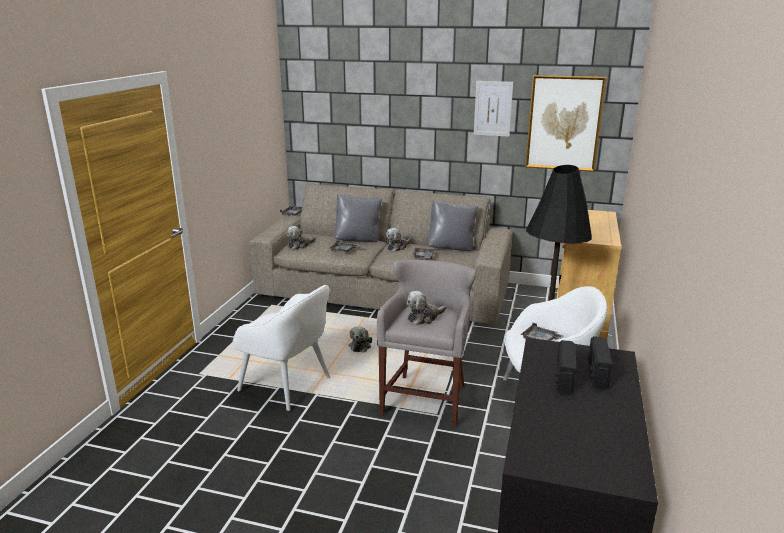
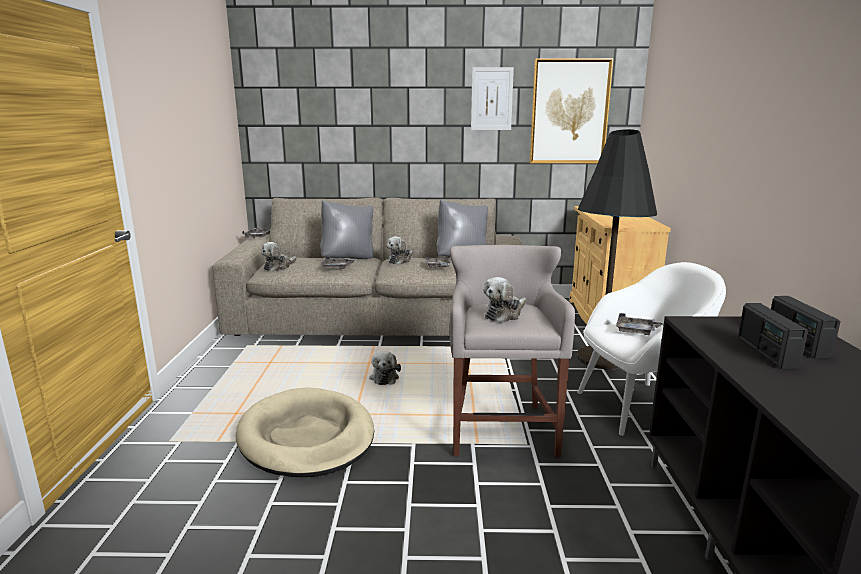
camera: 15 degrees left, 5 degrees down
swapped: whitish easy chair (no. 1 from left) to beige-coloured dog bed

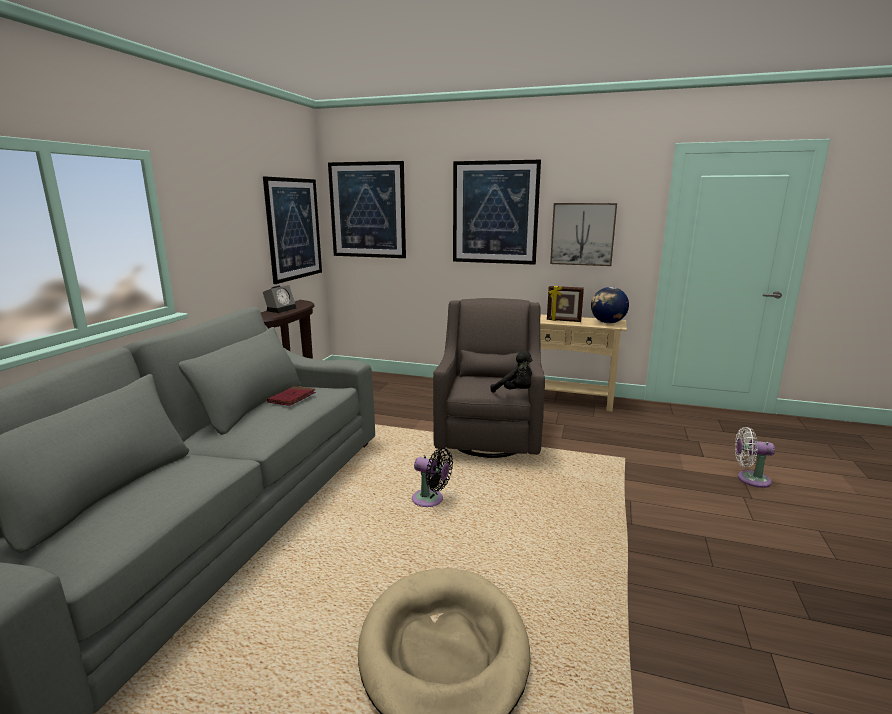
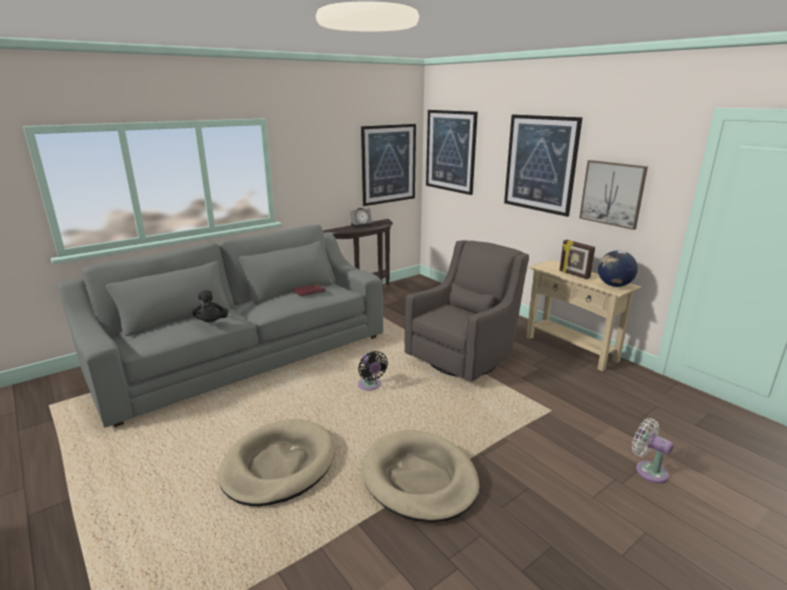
camera: 35 degrees right, 5 degrees up
new: beige-coloured dog bed (no. 2 from left)
shifted: black-coloured soft toy

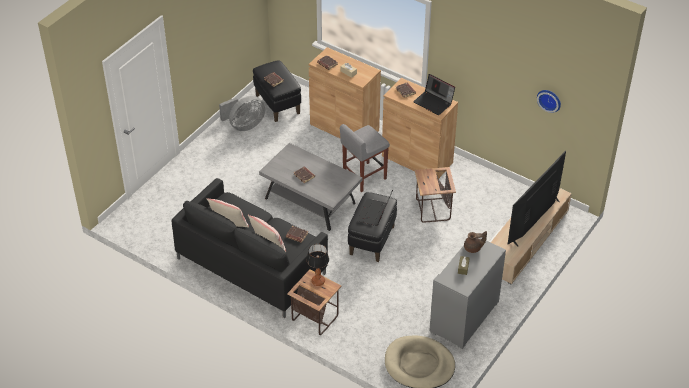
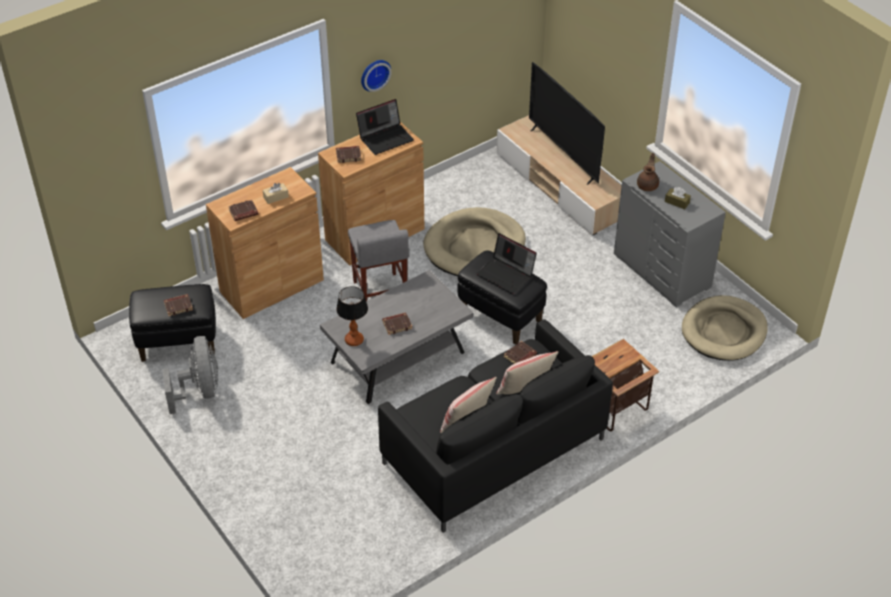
camera: 70 degrees left, 0 degrees up
shifted: clock on the wall; lamp for a table
swapped: side table (no. 2 from left) to beige-coloured dog bed (no. 1 from left)

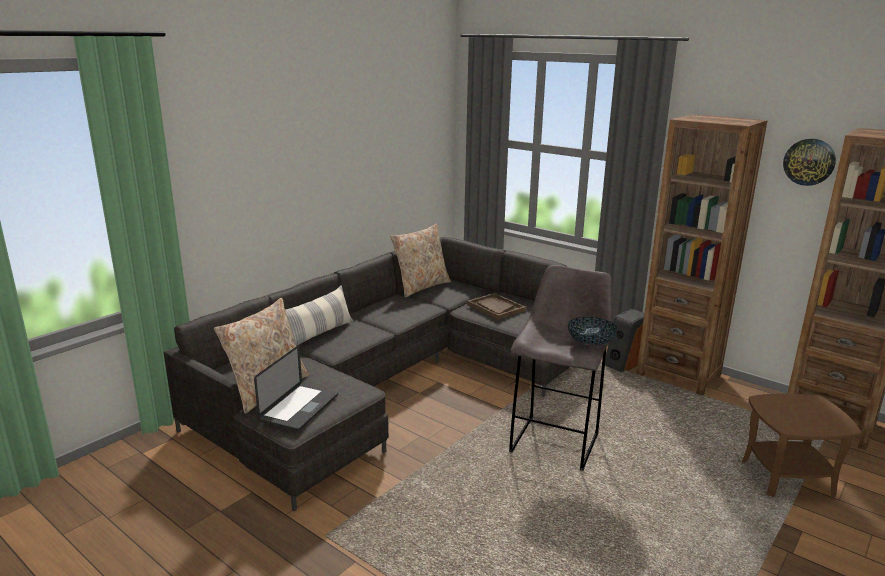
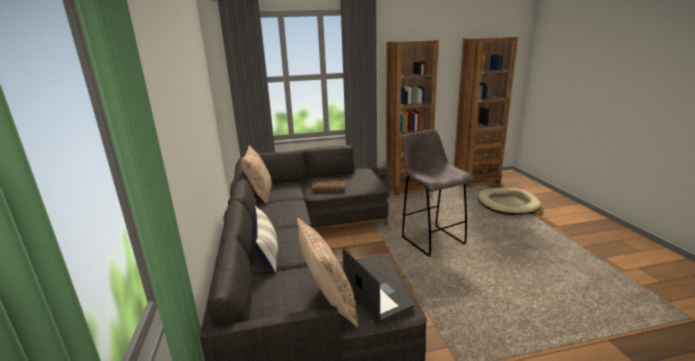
camera: 50 degrees left, 0 degrees up
gone: clock on the wall; serving bowl
swapped: brown side table to beige-coloured dog bed

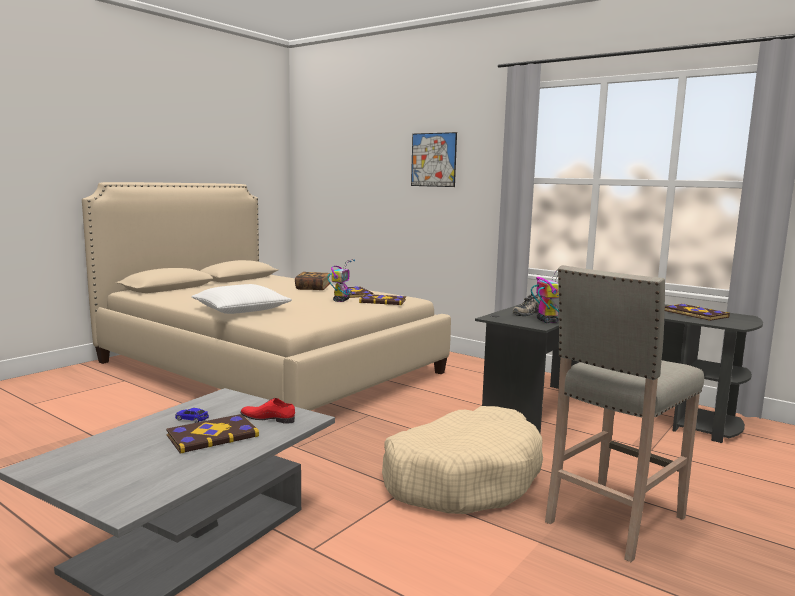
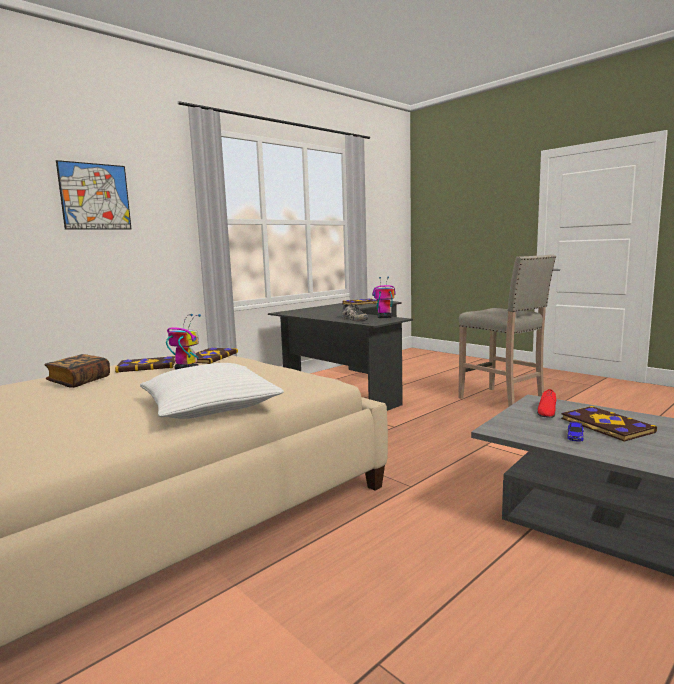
camera: 80 degrees left, 0 degrees up
gone: beige-coloured dog bed

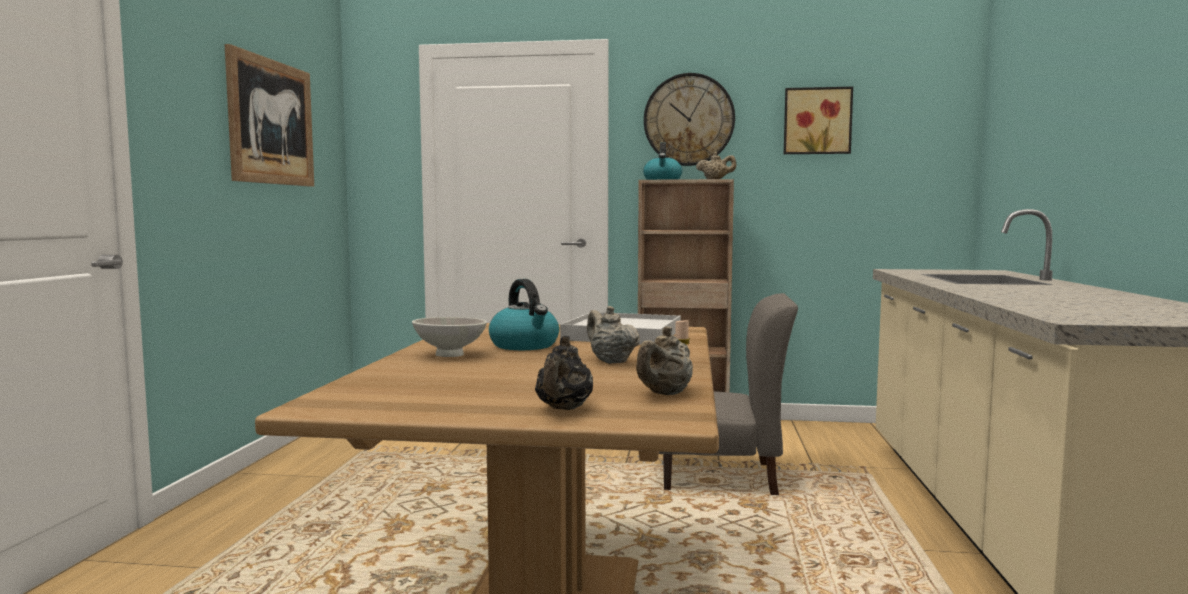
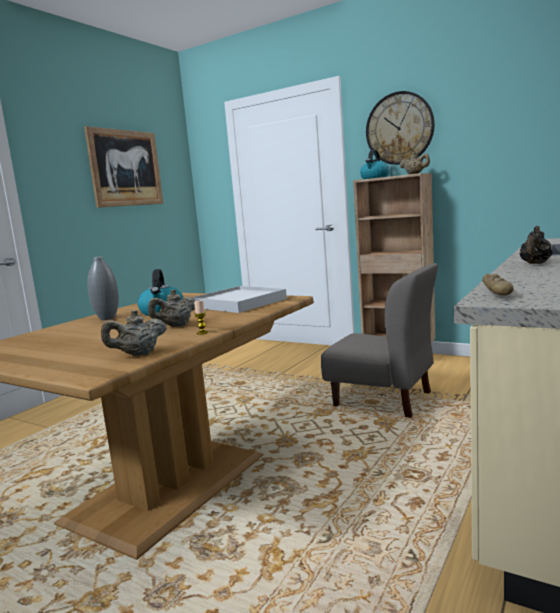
camera: 25 degrees right, 5 degrees up
gone: wall picture (no. 2 from left)
new: bakery bread
shifted: black-coloured tea pot
swapped: whitish serving bowl to greyish flower vase
rotated: beige-coloured tea pot (no. 1 from left in the first image) 120 degrees counterclockwise

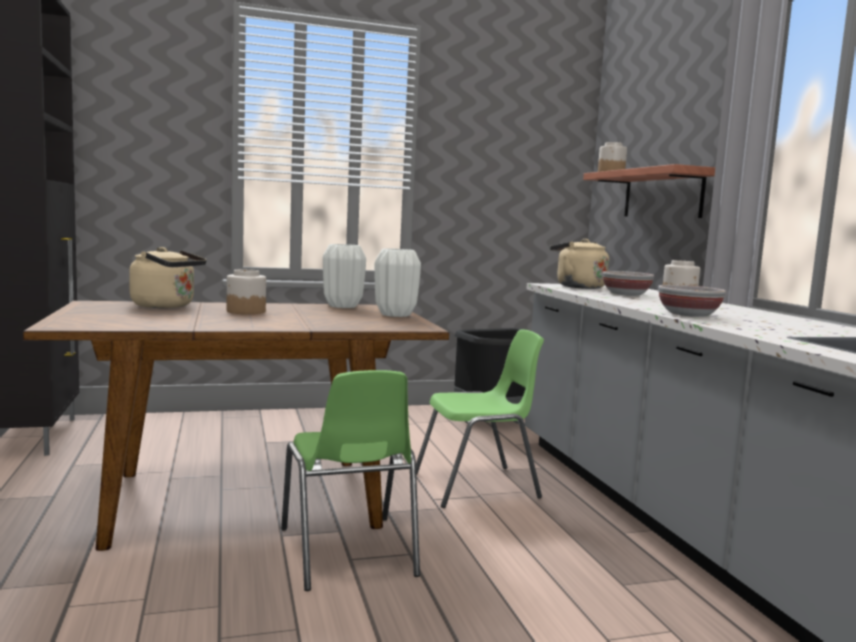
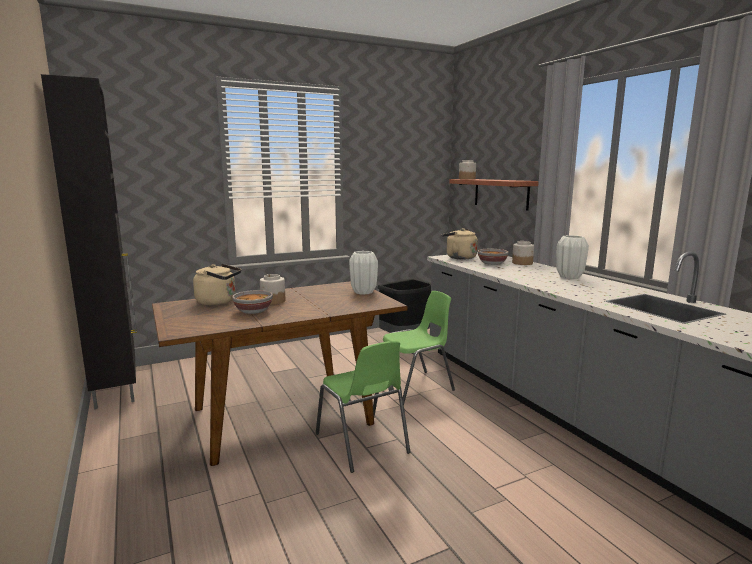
camera: 10 degrees left, 5 degrees up
shifted: whitish flower vase (no. 1 from left in the first image) to whitish flower vase (no. 2 from left); serving bowl (no. 2 from left in the first image) to serving bowl (no. 1 from left)

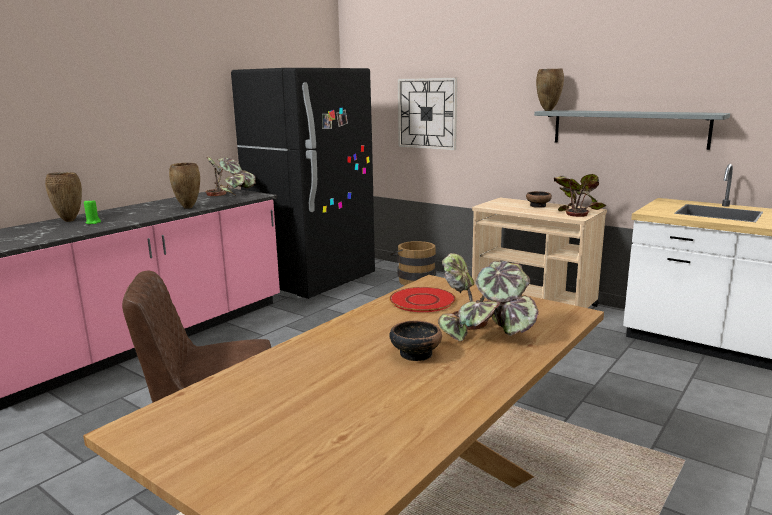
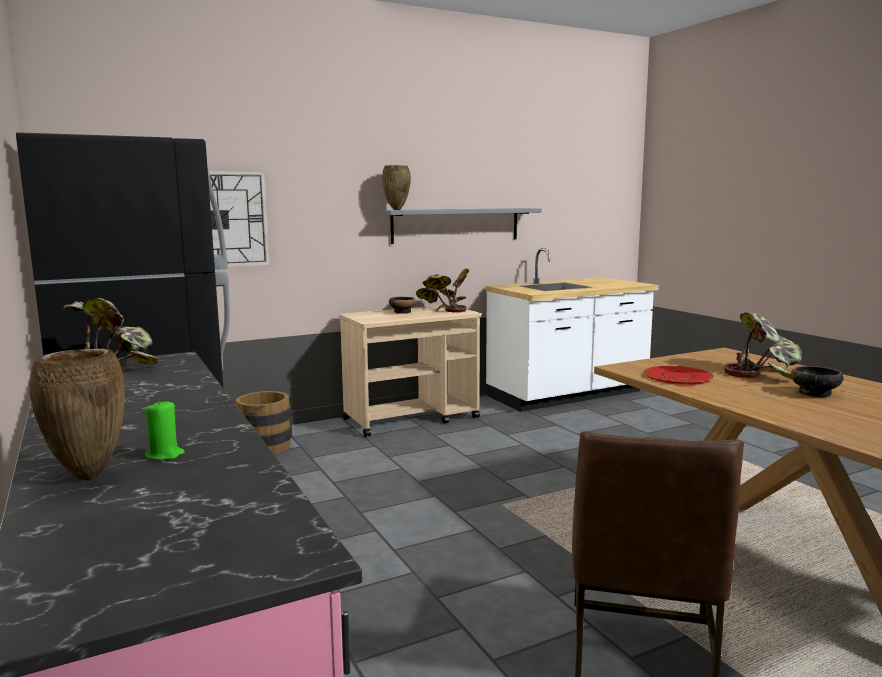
camera: 65 degrees left, 5 degrees down
gone: brown flower vase (no. 2 from left)

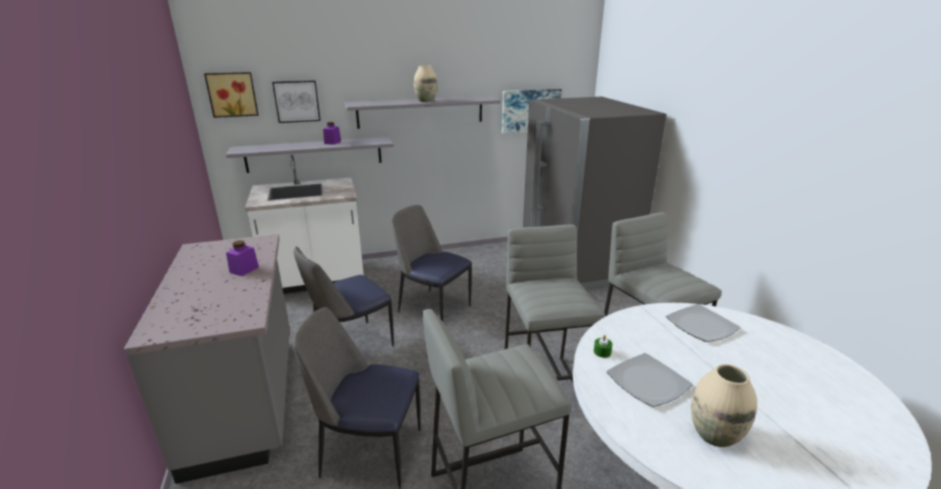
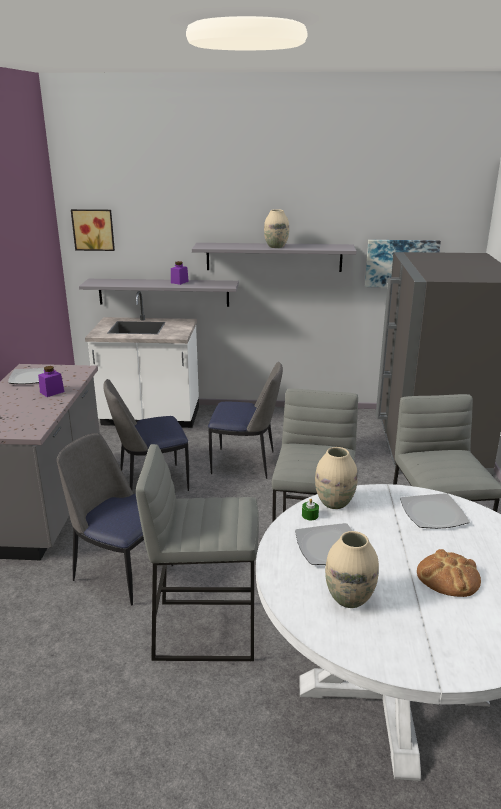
camera: 20 degrees right, 0 degrees up
gone: wall picture (no. 2 from left)
new: flat dish (no. 1 from left); beige-coloured flower vase (no. 2 from left); bakery bread
rotated: upright chair (no. 3 from left) 135 degrees clockwise

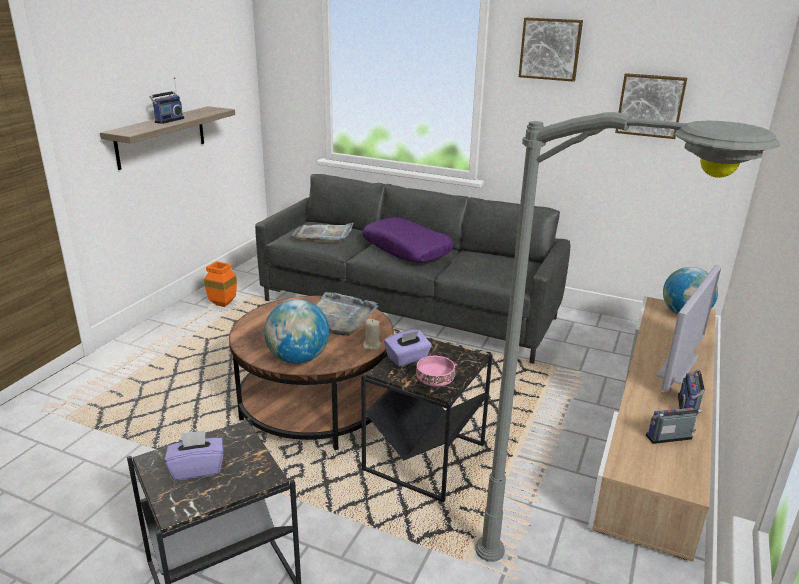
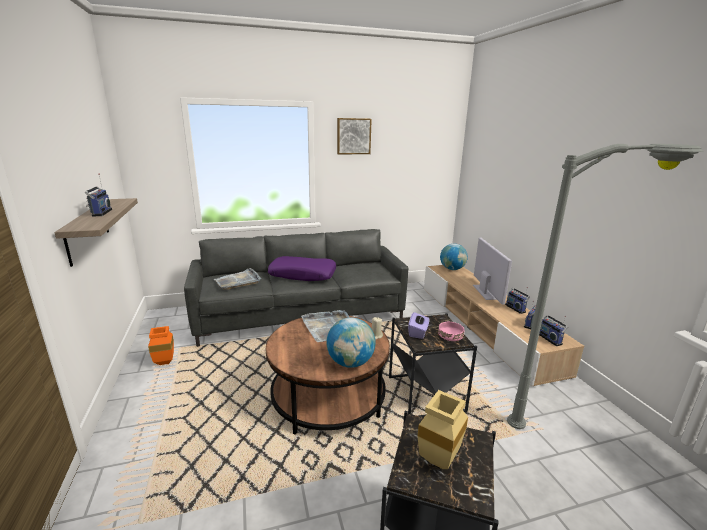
camera: 40 degrees left, 5 degrees down
gone: wall picture (no. 2 from left)
new: radio (no. 4 from left)
swapped: purplish tissue holder (no. 1 from left) to beige-coloured flower vase

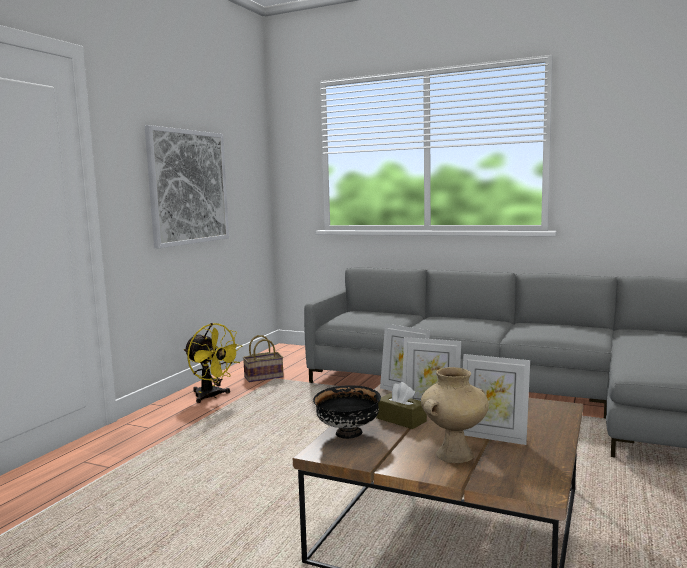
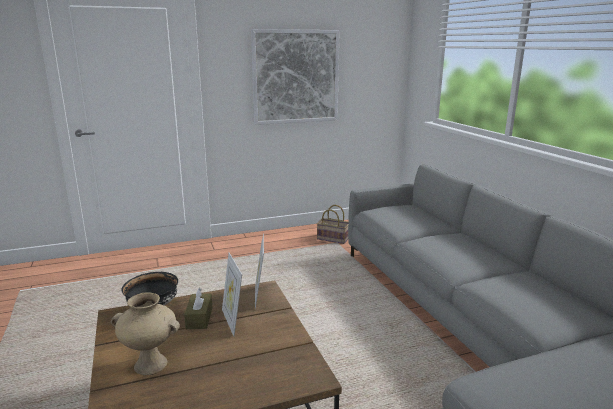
camera: 45 degrees right, 10 degrees up
gone: yellow electric fan; photo frame (no. 3 from left)

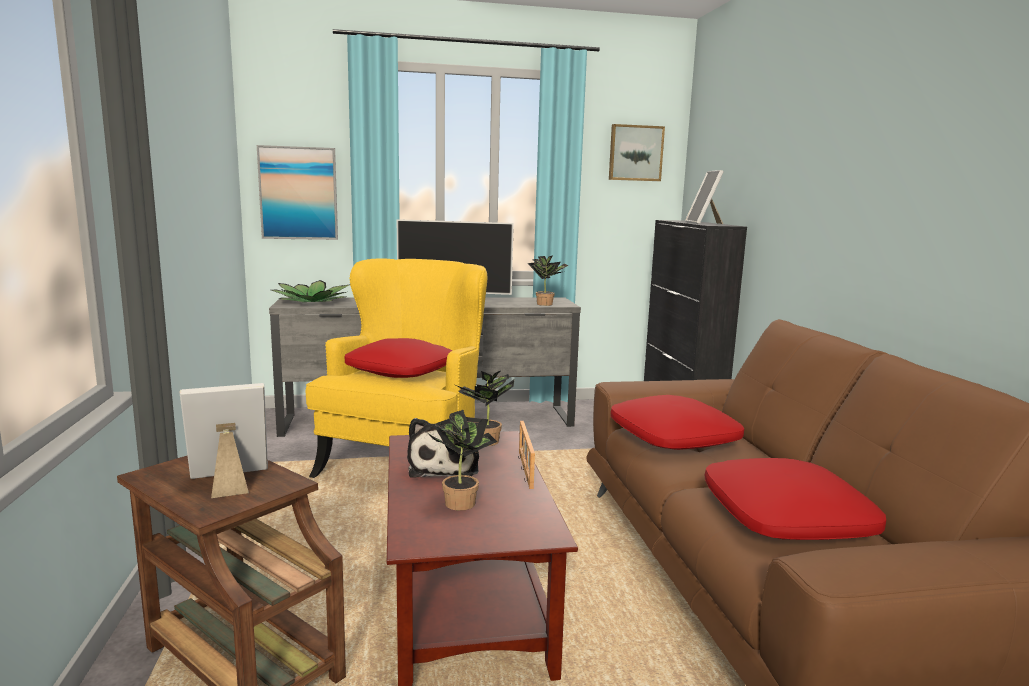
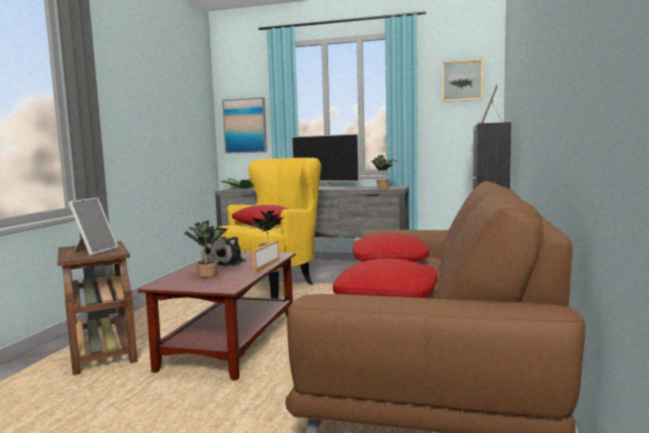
camera: 25 degrees right, 5 degrees down
rotated: photo frame (no. 1 from left) 105 degrees clockwise

